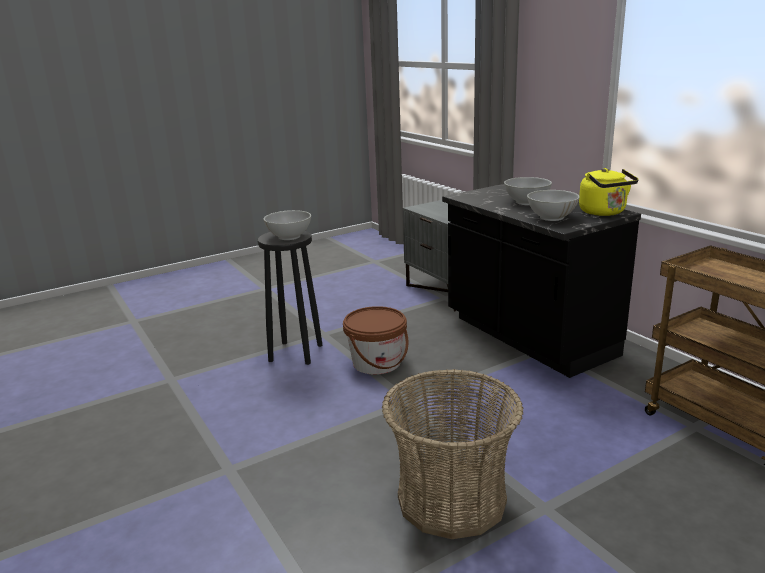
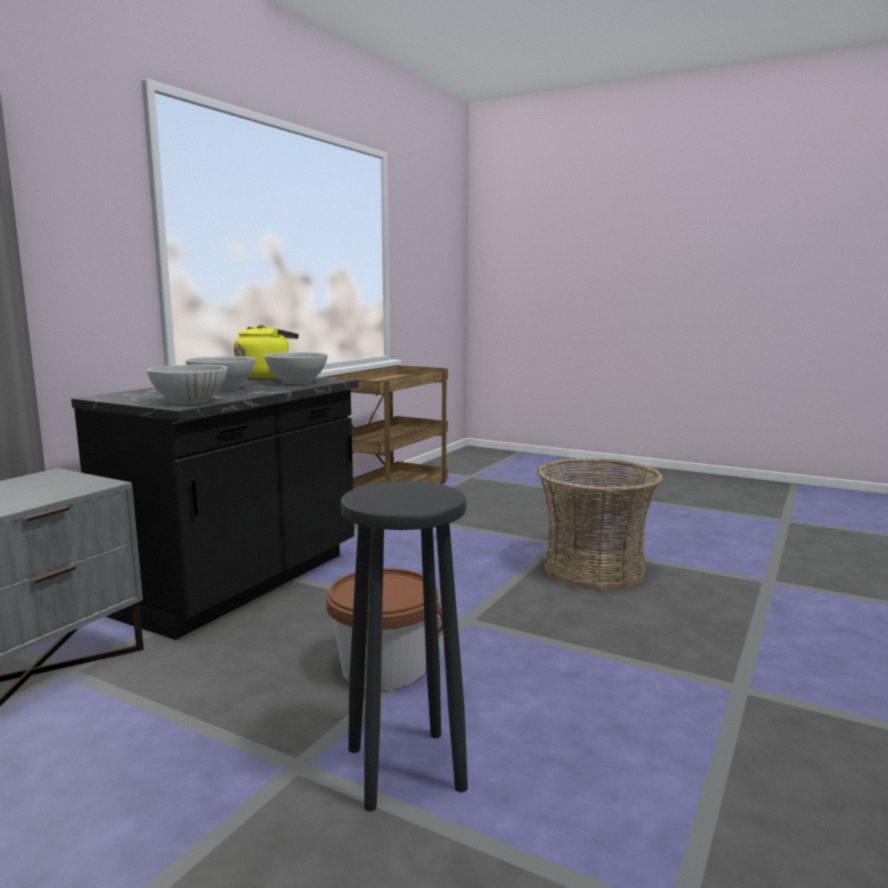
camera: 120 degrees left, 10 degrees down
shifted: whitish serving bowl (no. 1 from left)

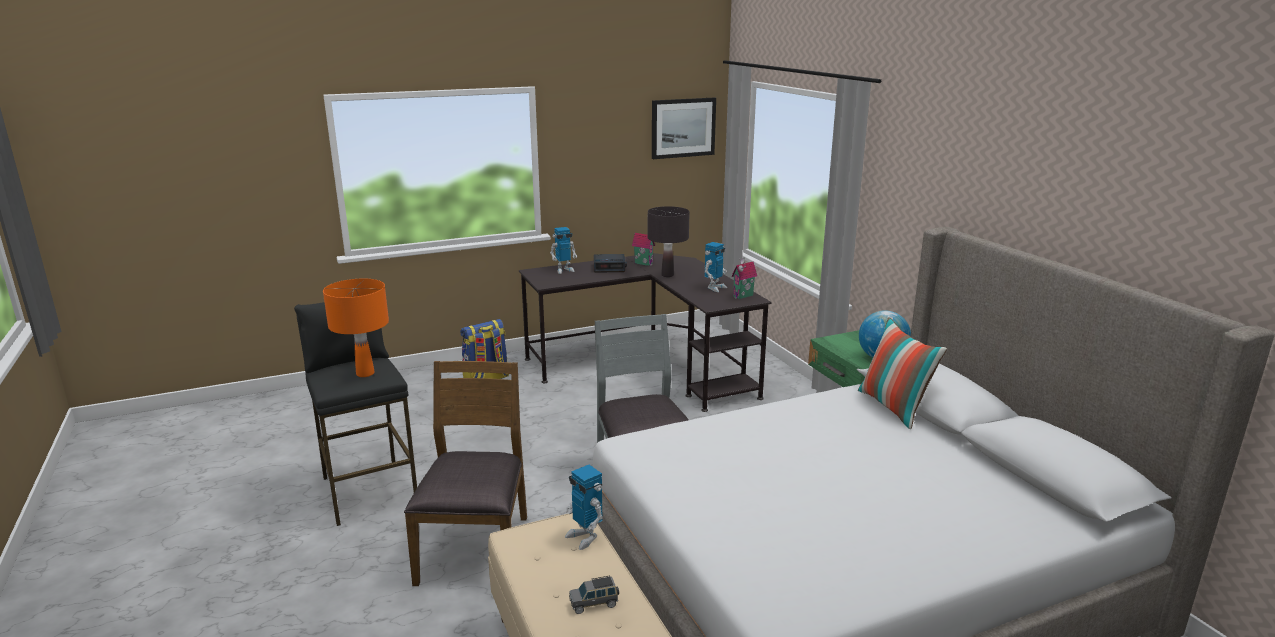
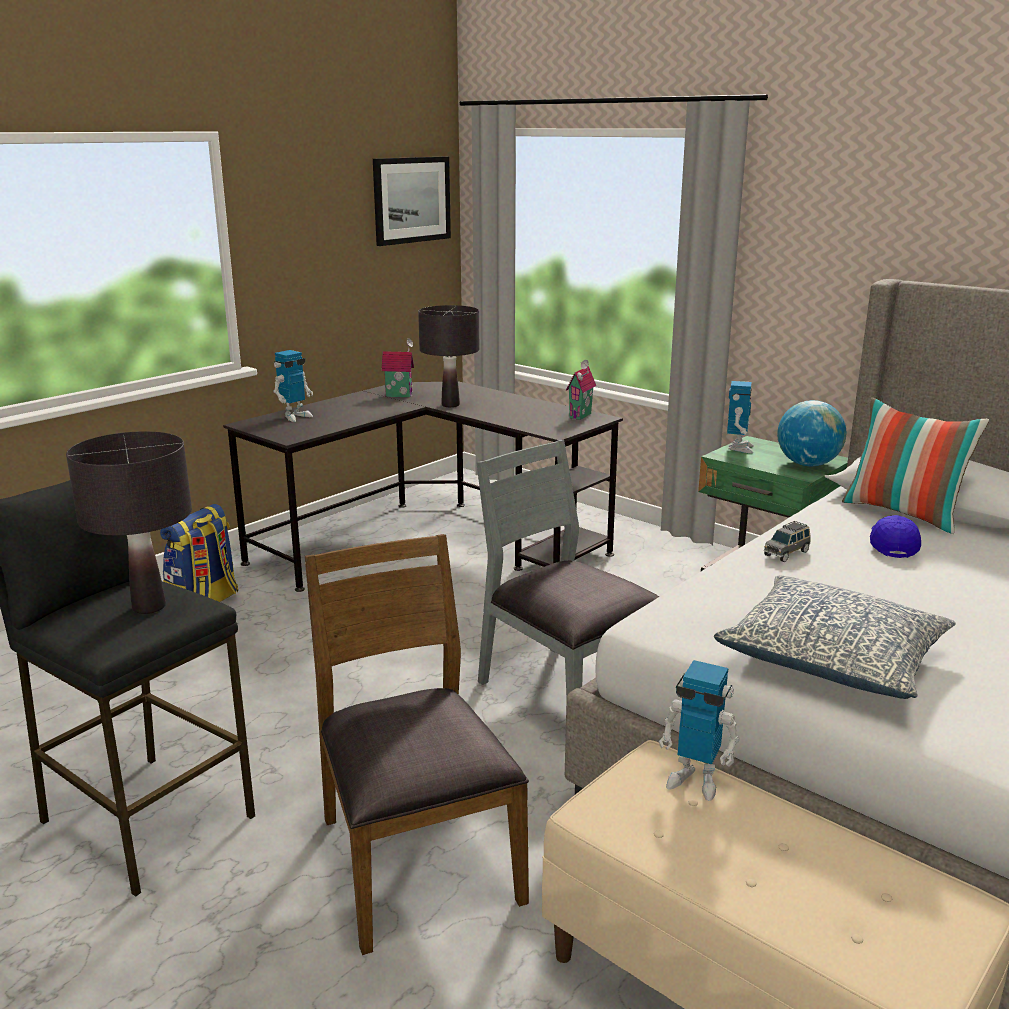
camera: 25 degrees left, 0 degrees up
gone: table clock
new: bluish baseball cap; pillow (no. 1 from left)
shifted: toy robot (no. 3 from left); greyish toy car
repainted: orange lamp for a table to black-coloured lamp for a table (no. 1 from left)

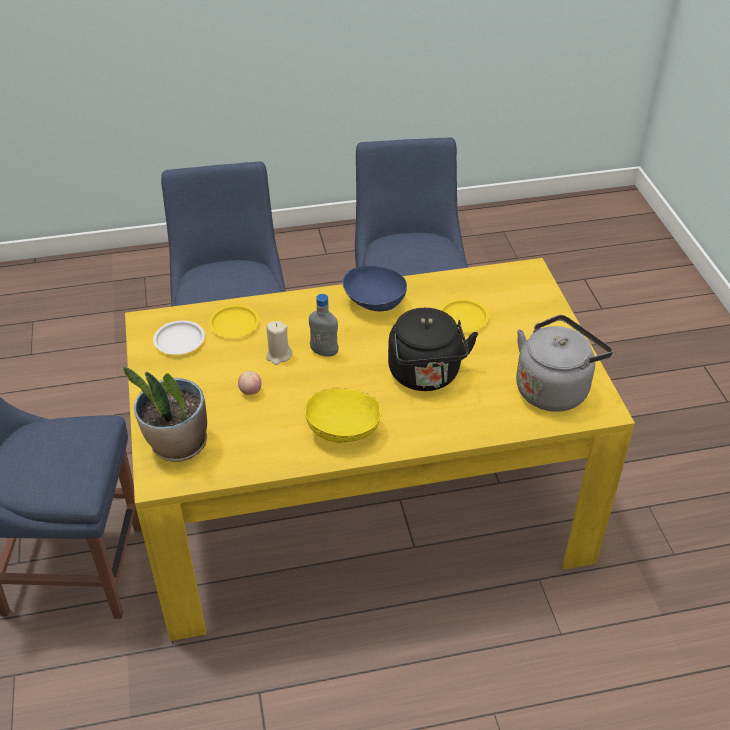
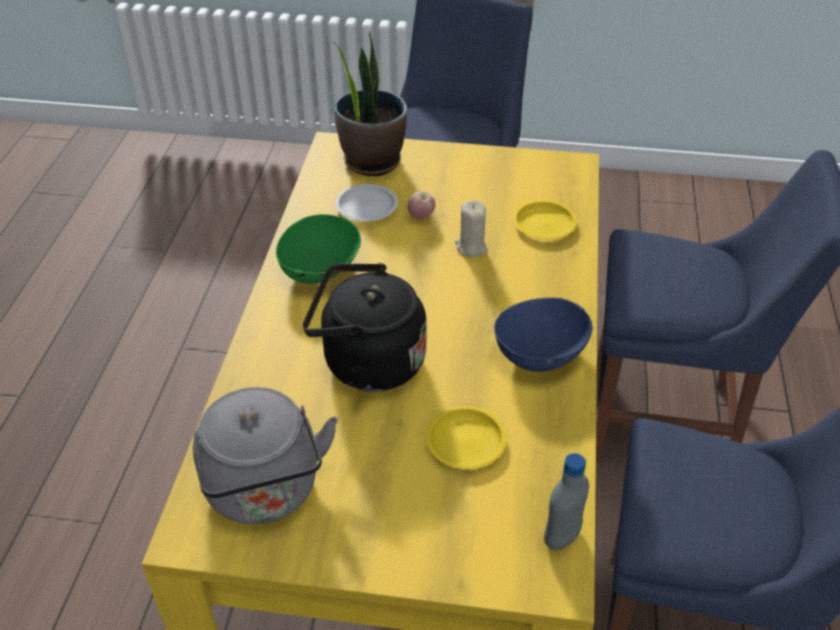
camera: 110 degrees right, 0 degrees up
shifted: greyish drink bottle; whitish flat dish
repainted: yellow serving bowl to greenish serving bowl

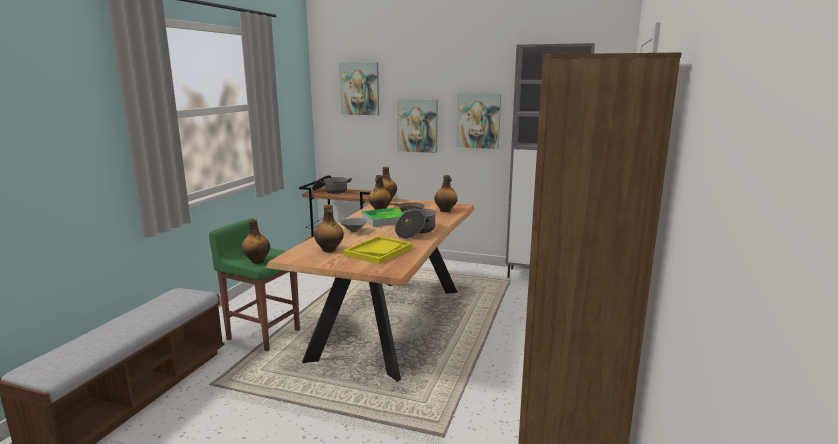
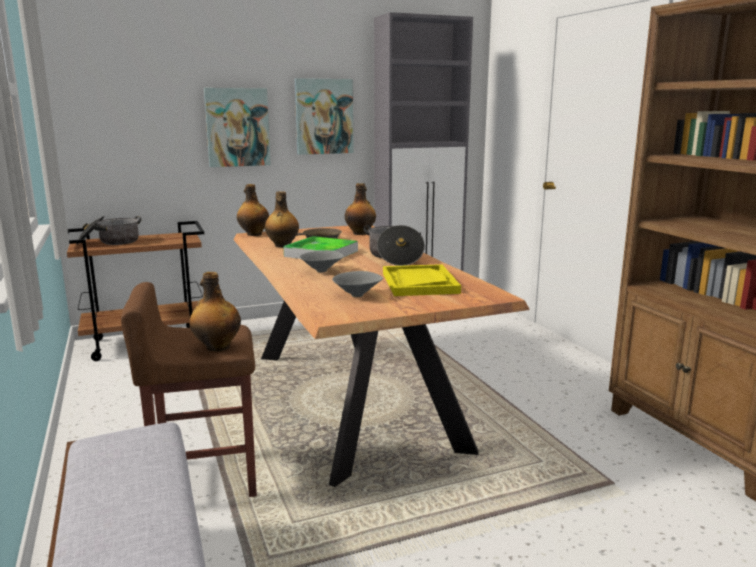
camera: 40 degrees left, 0 degrees up
gone: wall picture (no. 1 from left)
swapped: drink bottle (no. 2 from left) to greyish serving bowl (no. 2 from left)
repainted: greenish sitting stool to brown sitting stool

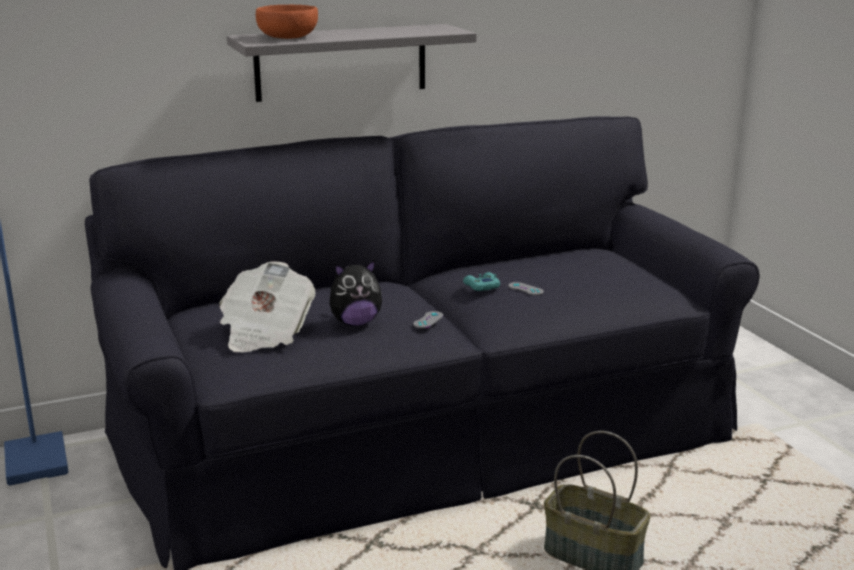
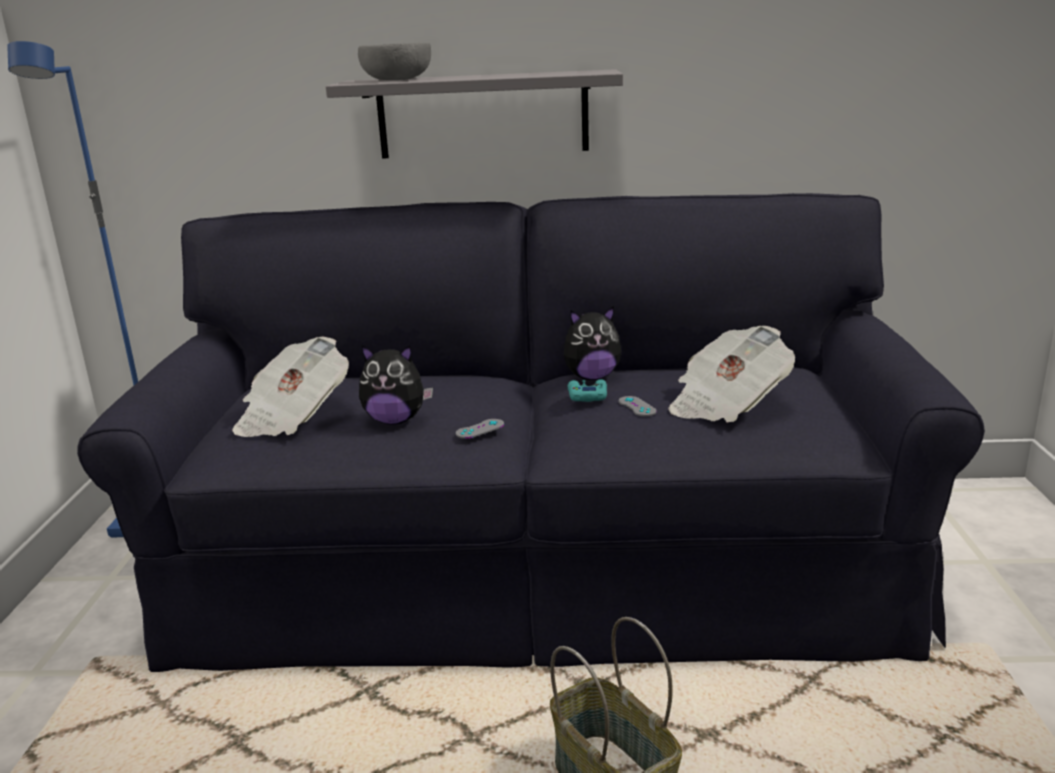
camera: 25 degrees right, 0 degrees up
new: soft toy (no. 2 from left); printed paper (no. 2 from left)
repainted: orange serving bowl to greyish serving bowl

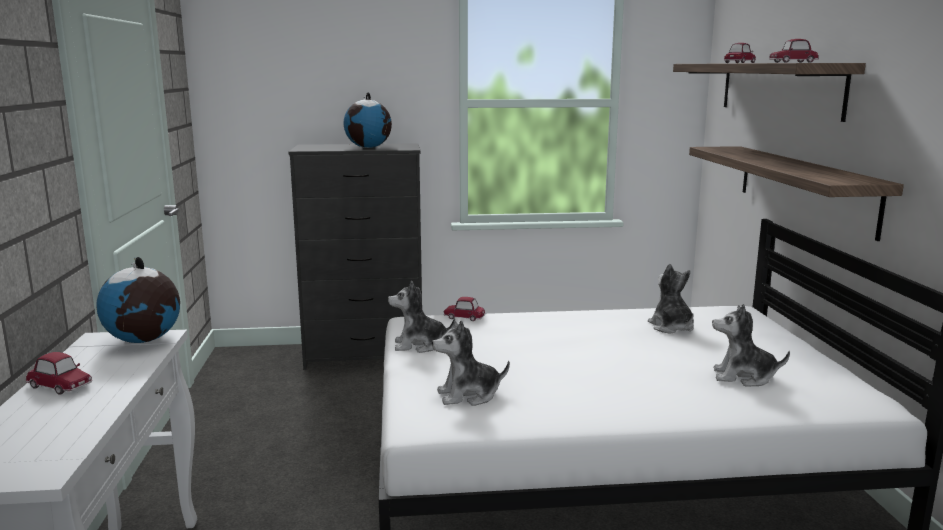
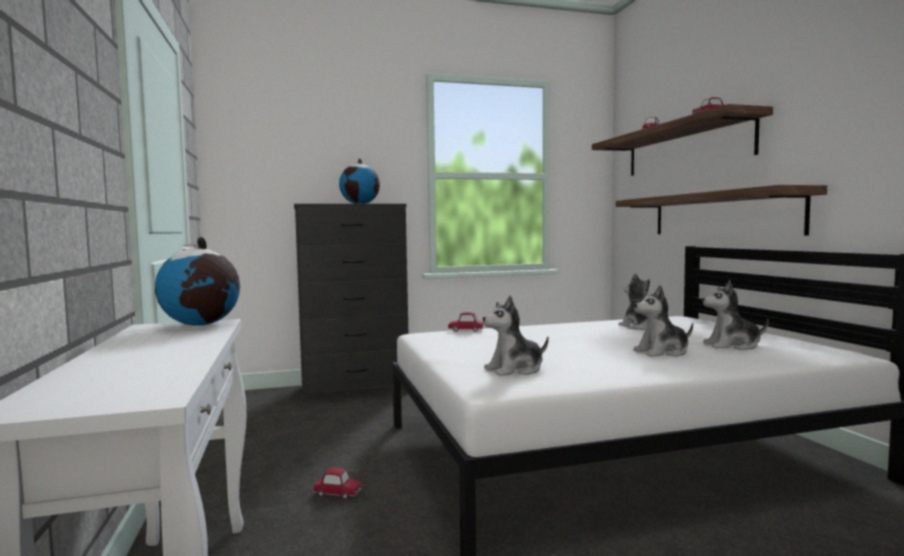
camera: 10 degrees left, 10 degrees down
shifted: soft toy (no. 1 from left in the first image) to soft toy (no. 3 from left); toy car (no. 1 from left)

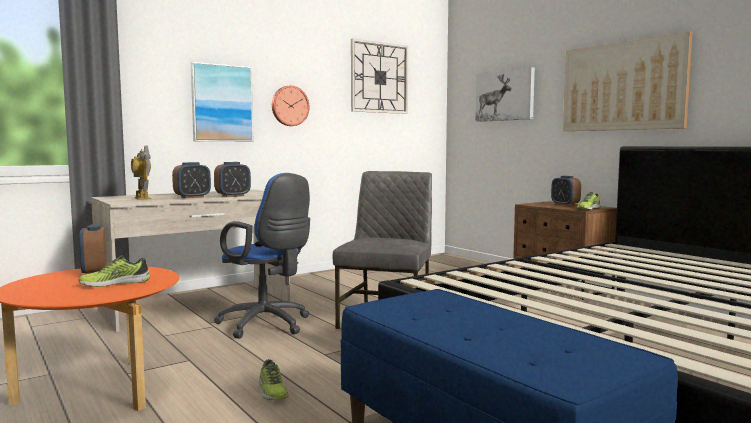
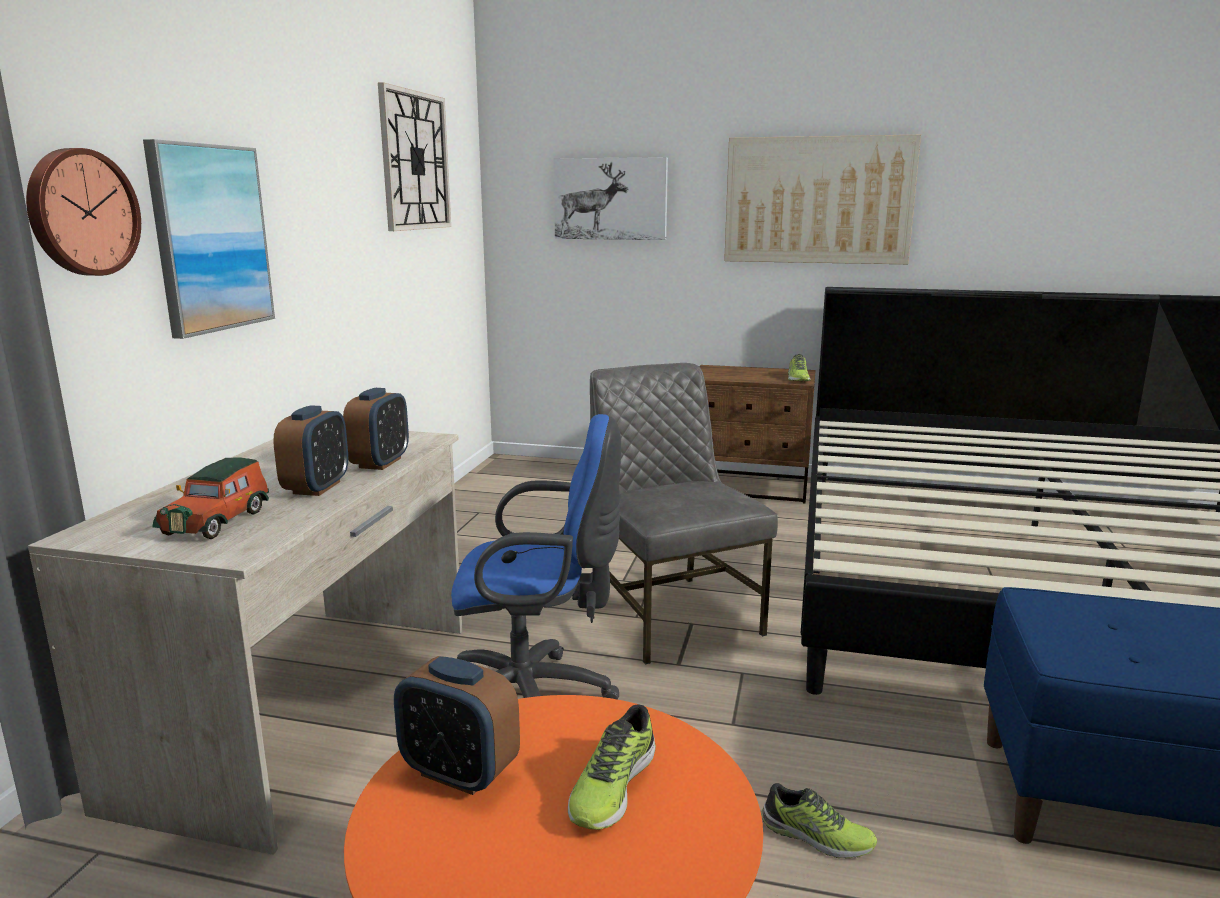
camera: 40 degrees left, 10 degrees up
gone: table clock (no. 4 from left)
shifted: clock on the wall (no. 1 from left)
swapped: toy robot to toy car

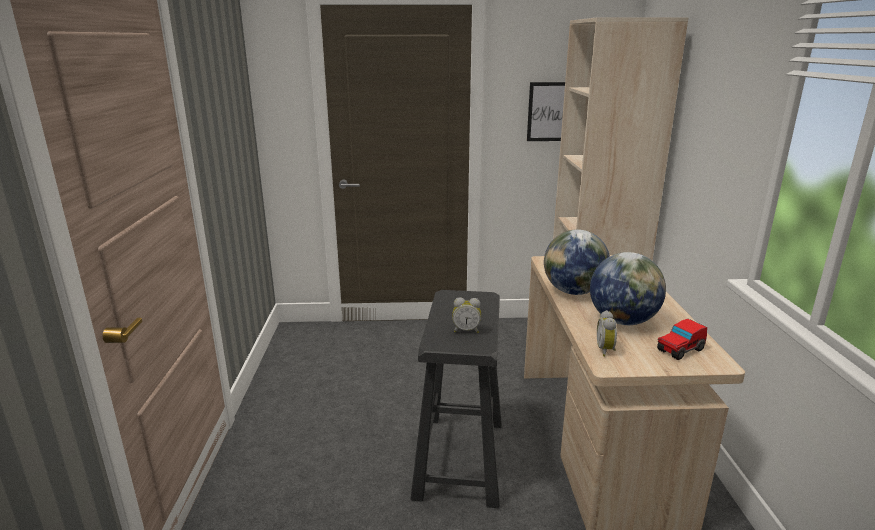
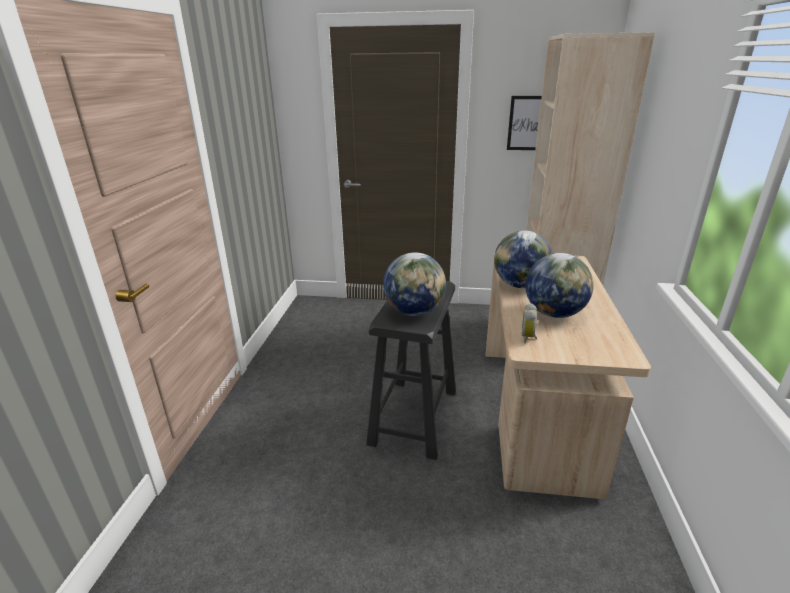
camera: 10 degrees right, 5 degrees up
gone: toy car
swapped: table clock (no. 1 from left) to desk globe (no. 1 from left)

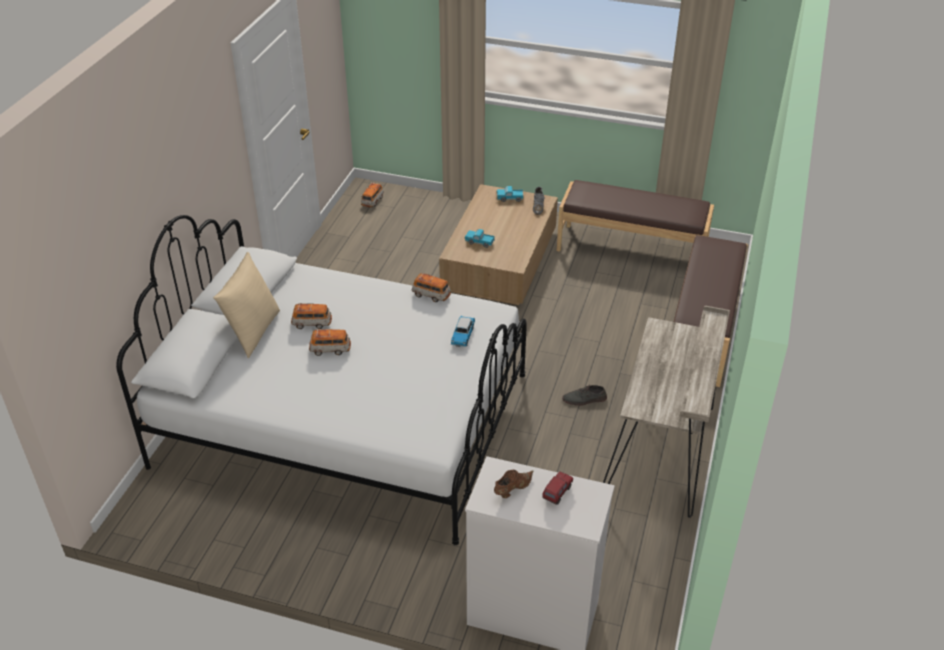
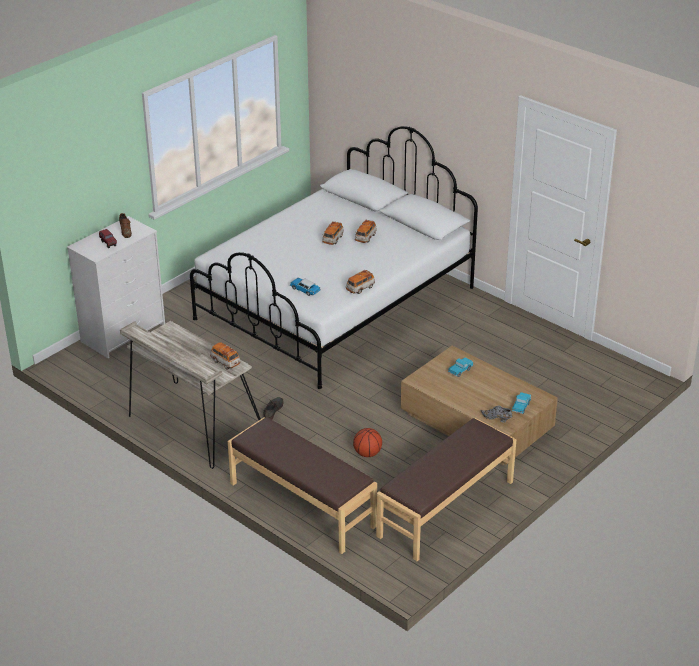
camera: 115 degrees right, 5 degrees down
gone: beige-coloured pillow
new: basketball ball
shifted: toy car (no. 3 from left in the first image) to toy car (no. 1 from left)

